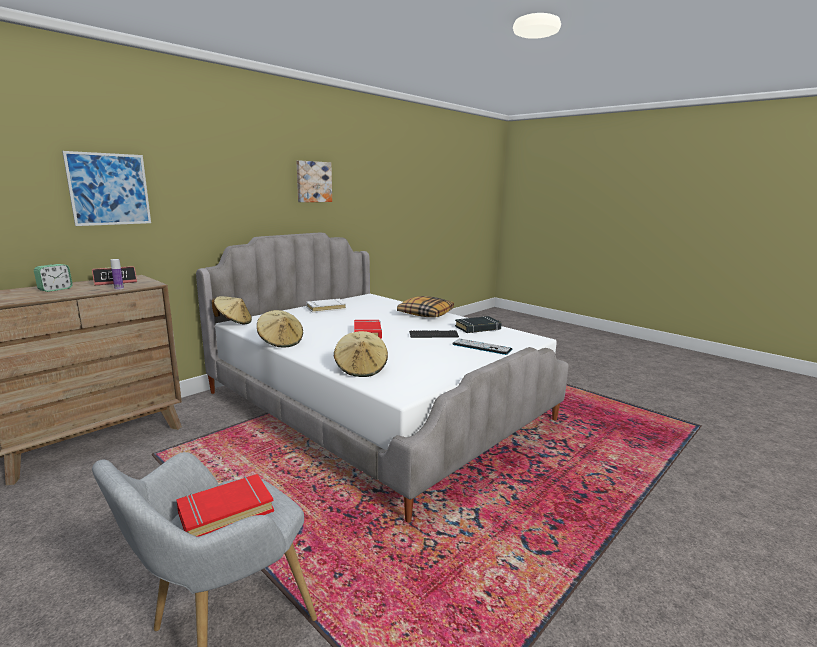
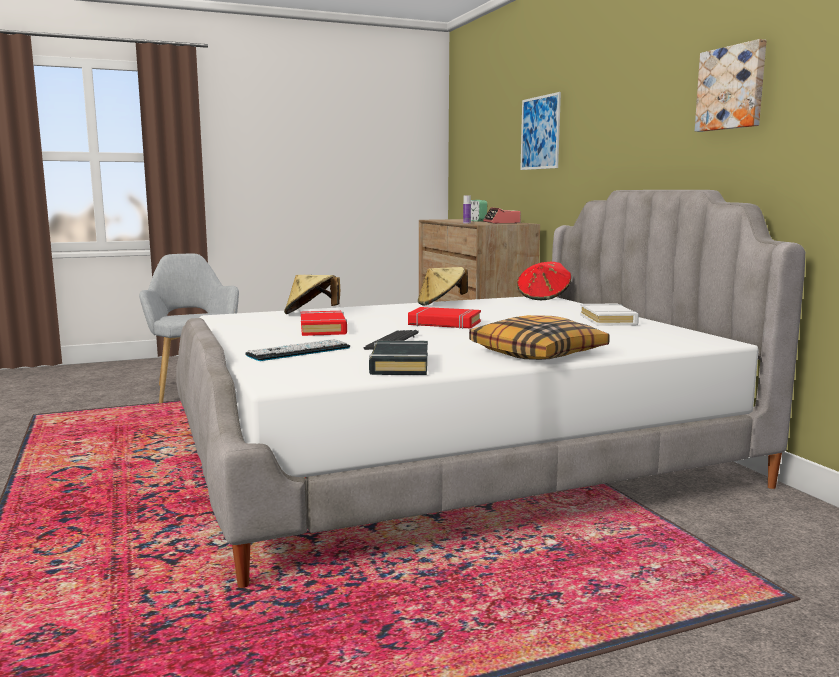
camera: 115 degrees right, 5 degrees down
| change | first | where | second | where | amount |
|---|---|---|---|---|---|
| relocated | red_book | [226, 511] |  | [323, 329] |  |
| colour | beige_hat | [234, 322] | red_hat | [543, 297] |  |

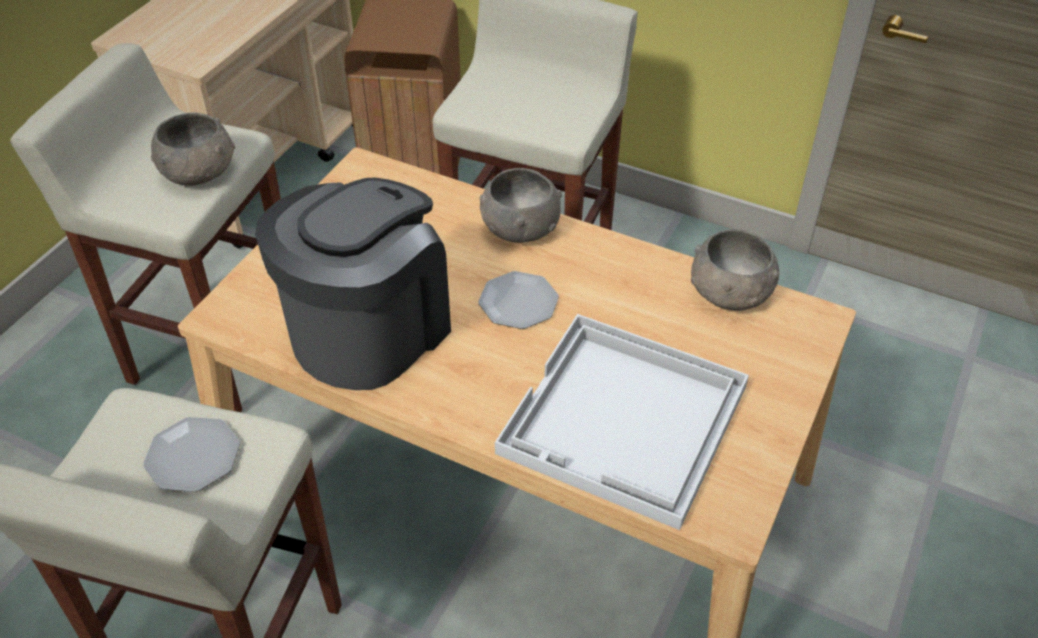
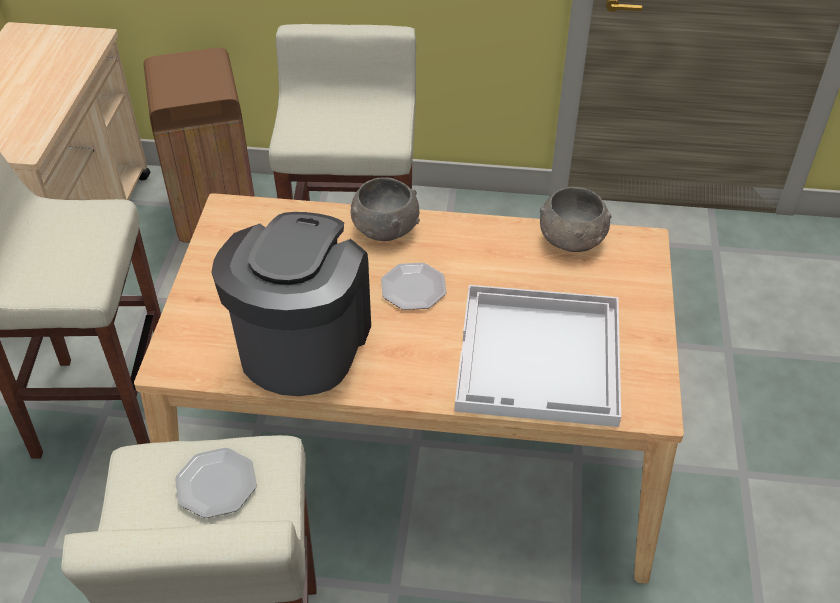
camera: 20 degrees left, 0 degrees up
| change | first | where | second | where | amount |
|---|---|---|---|---|---|
| missing | grey_bowl | [200, 172] |  |  |  |

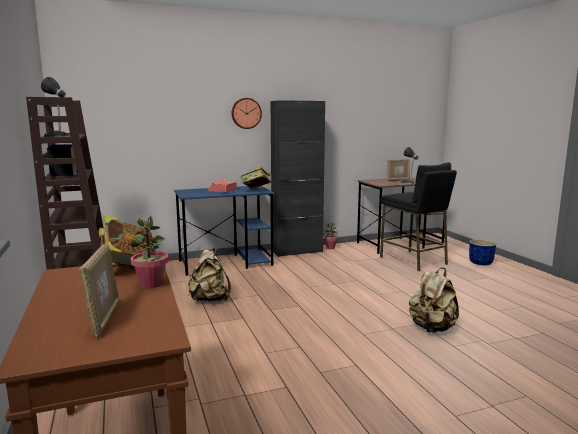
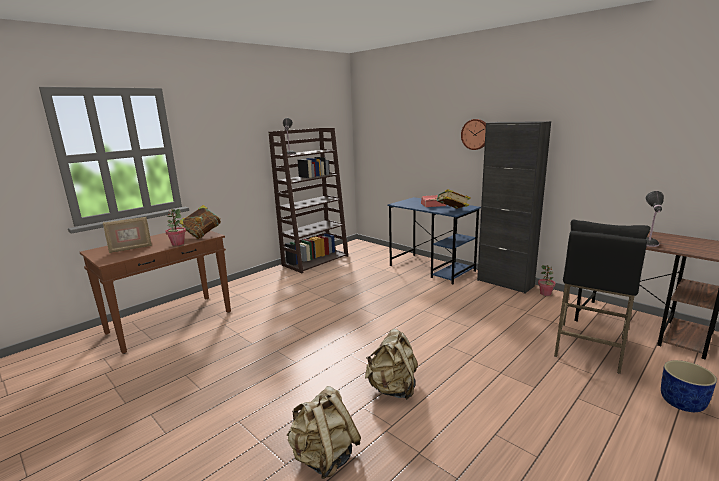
camera: 65 degrees right, 5 degrees up
| change | first | where | second | where | amount |
|---|---|---|---|---|---|
| relocated | beige_backpack | [209, 300] |  | [324, 457] |  |
| missing | picture_frame | [397, 180] |  |  |  |

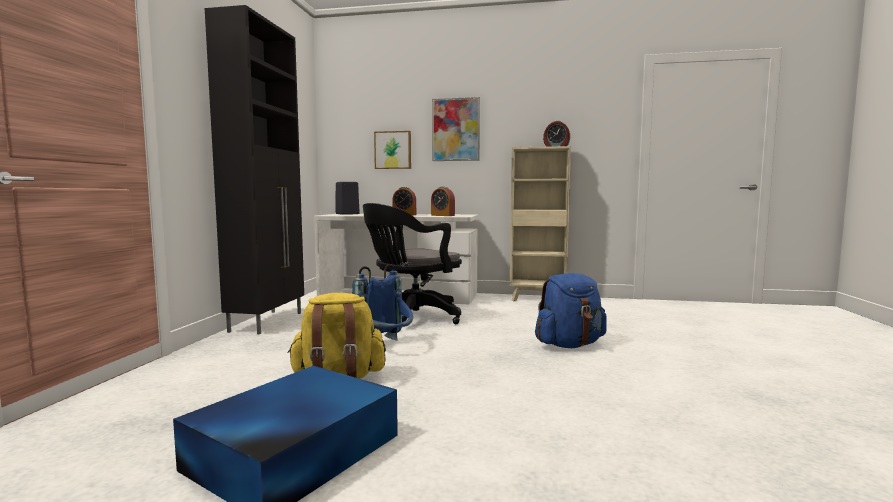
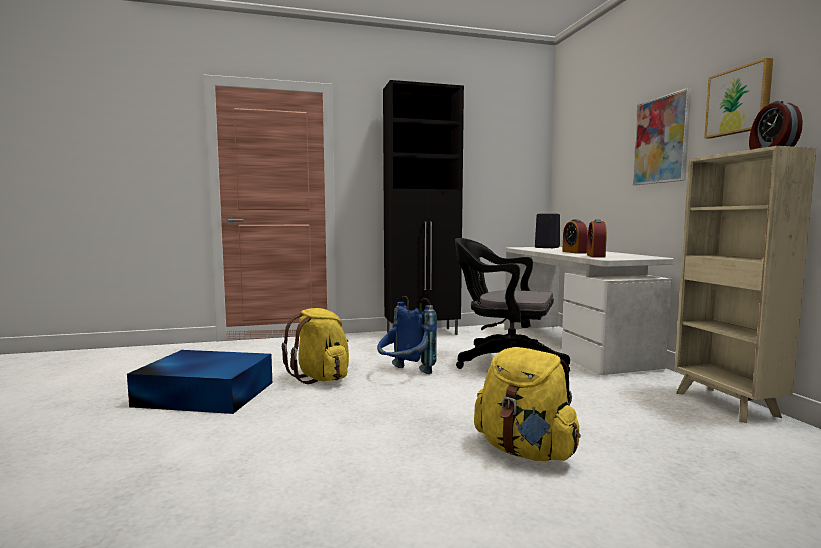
camera: 65 degrees right, 0 degrees up
| change | first | where | second | where | amount |
|---|---|---|---|---|---|
| relocated | picture | [393, 150] |  | [739, 101] |  |
| colour | blue_backpack | [569, 345] | yellow_backpack | [525, 451] |  |

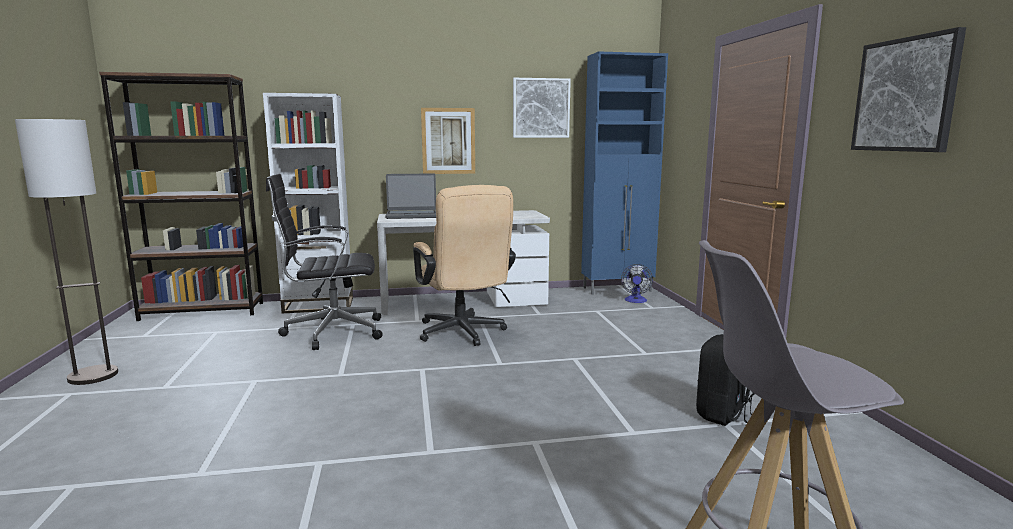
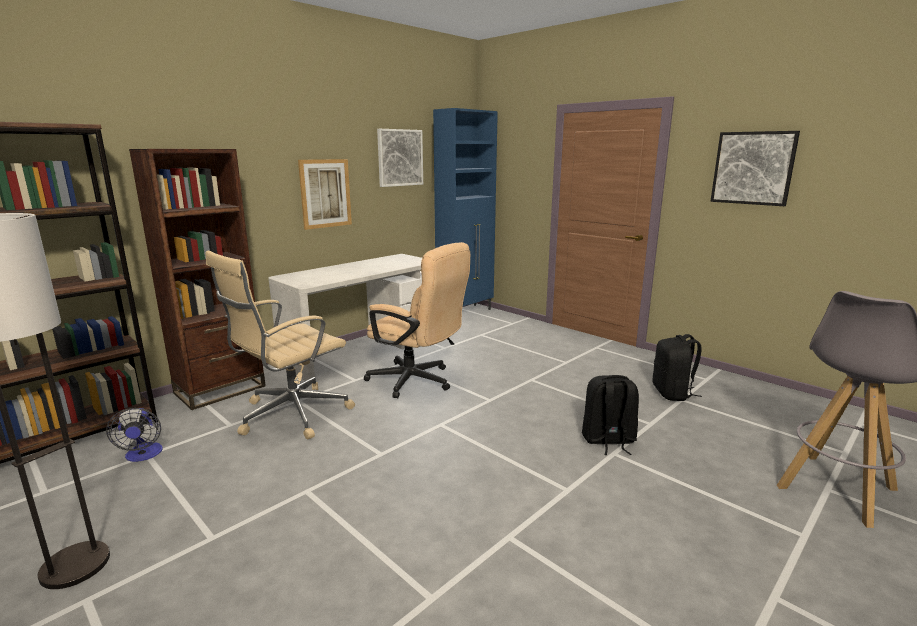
camera: 35 degrees left, 5 degrees up
| change | first | where | second | where | amount |
|---|---|---|---|---|---|
| colour | white_bookcase | [319, 305] | brown_bookcase | [220, 390] |  |
| colour | black_office_chair | [331, 332] | beige_office_chair | [290, 415] |  |
| missing | laptop | [411, 215] |  |  |  |
| relocated | fan | [635, 301] |  | [143, 455] |  |
| appeared |  |  | black_backpack | [608, 441] |  |

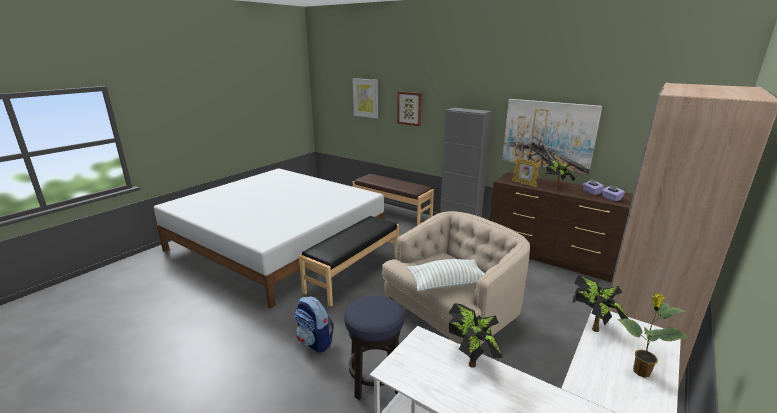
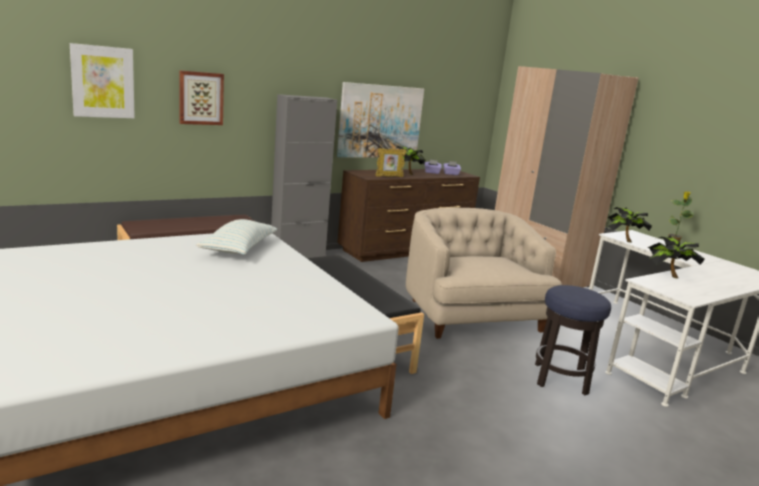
camera: 70 degrees left, 5 degrees down
| change | first | where | second | where | amount |
|---|---|---|---|---|---|
| missing | backpack | [315, 342] |  |  |  |
| relocated | pillow | [447, 283] |  | [239, 249] |  |

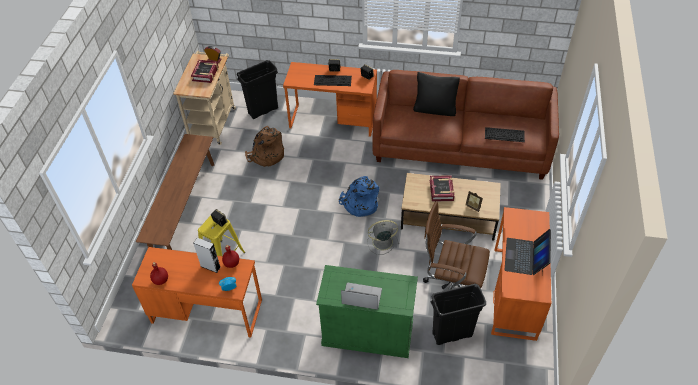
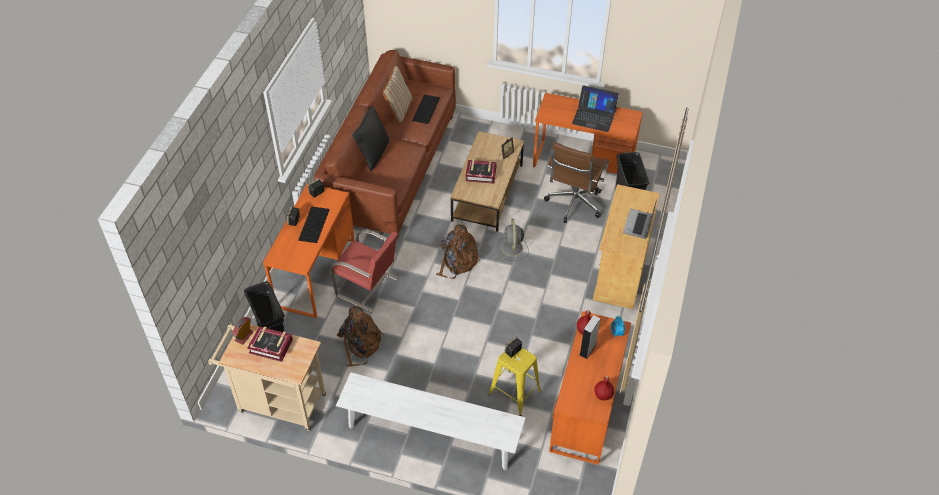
camera: 85 degrees left, 0 degrees up
| change | first | where | second | where | amount |
|---|---|---|---|---|---|
| colour | brown_bench | [184, 208] | white_bench | [431, 435] |  |
| colour | green_cabinet | [367, 333] | beige_cabinet | [620, 272] |  |
| colour | blue_backpack | [359, 204] | brown_backpack | [457, 261] |  |
| appeared |  |  | red_chair | [368, 287] |  |
| appeared |  |  | beige_pillow | [398, 109] |  |

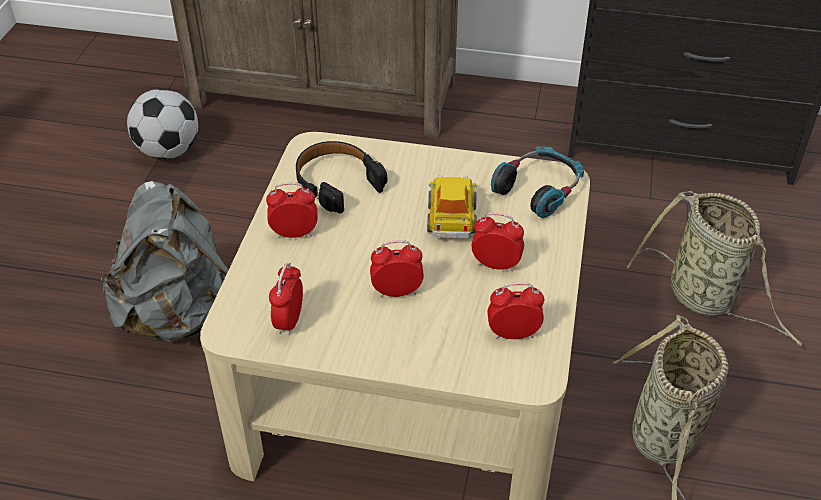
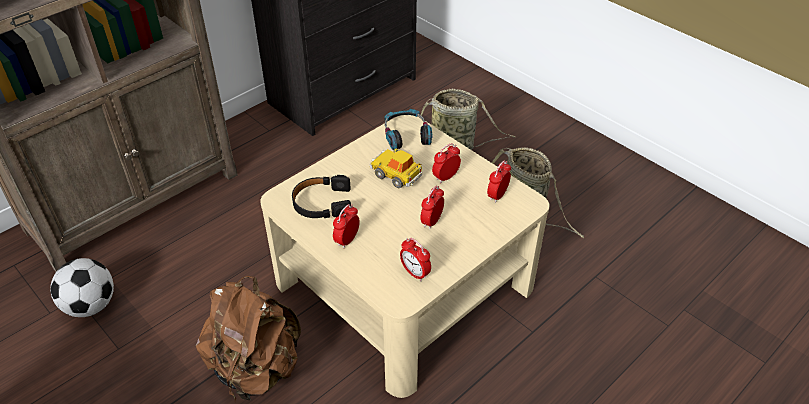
camera: 55 degrees left, 0 degrees up
| change | first | where | second | where | amount |
|---|---|---|---|---|---|
| colour | grey_backpack | [180, 316] | brown_backpack | [256, 369] |  |

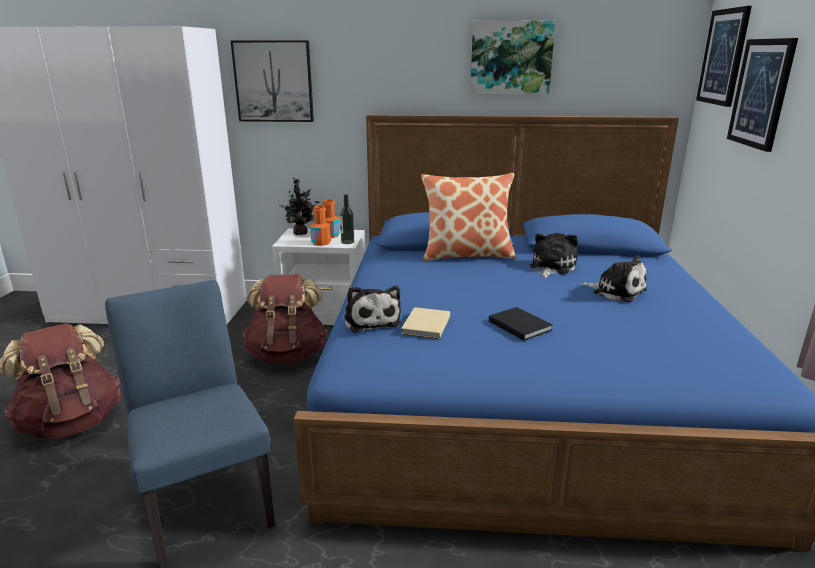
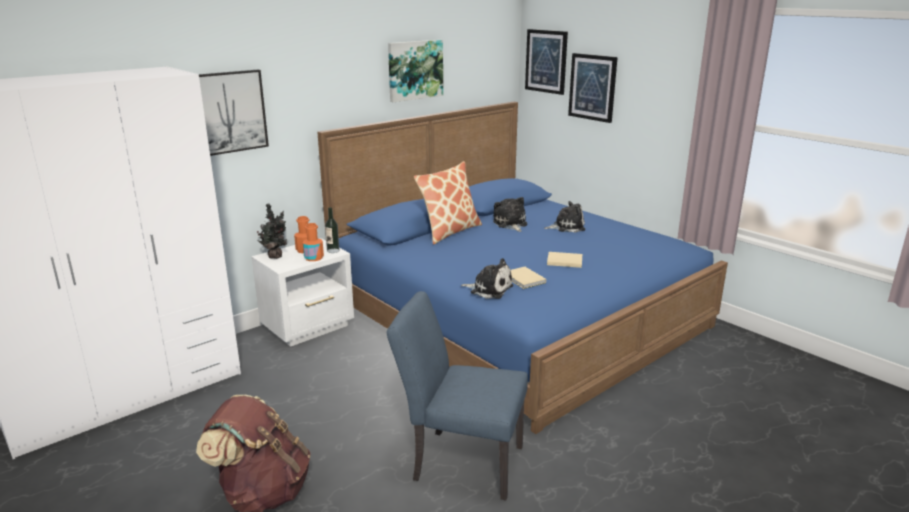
camera: 45 degrees left, 0 degrees up
| change | first | where | second | where | amount |
|---|---|---|---|---|---|
| missing | brown_backpack | [287, 355] |  |  |  |
| colour | black_book | [519, 325] | beige_book | [563, 261] |  |

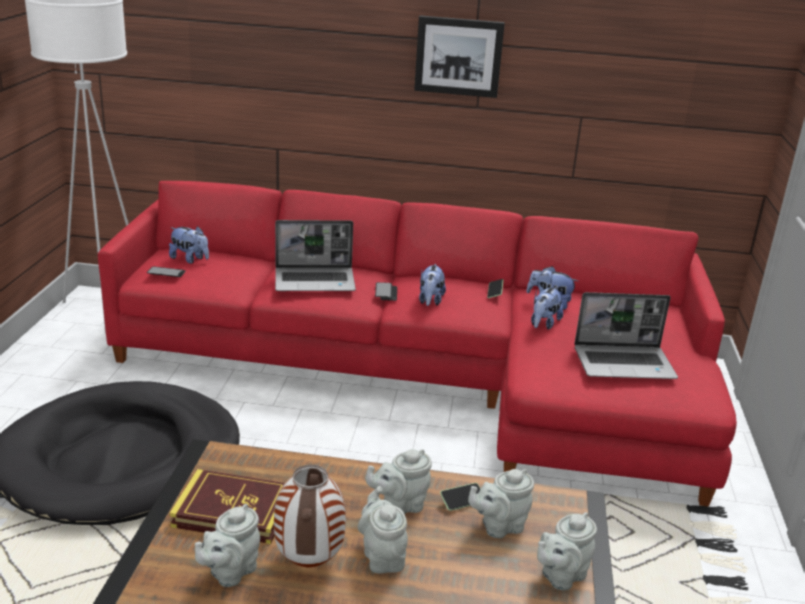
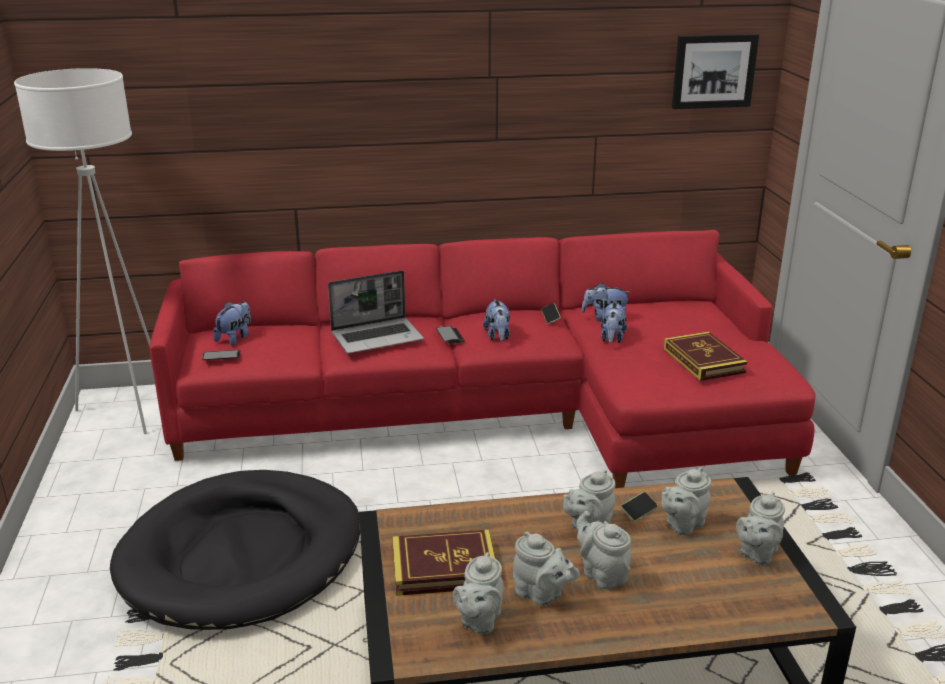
camera: 15 degrees left, 0 degrees up
| change | first | where | second | where | amount |
|---|---|---|---|---|---|
| spun | plush_toy | [190, 259] |  | [235, 338] | 75 degrees counterclockwise |
| exchanged | vase | [308, 562] | grey_teapot | [541, 594] |  |
| relocated | picture | [458, 56] |  | [713, 71] |  |
| exchanged | laptop | [625, 363] | book | [703, 360] |  |

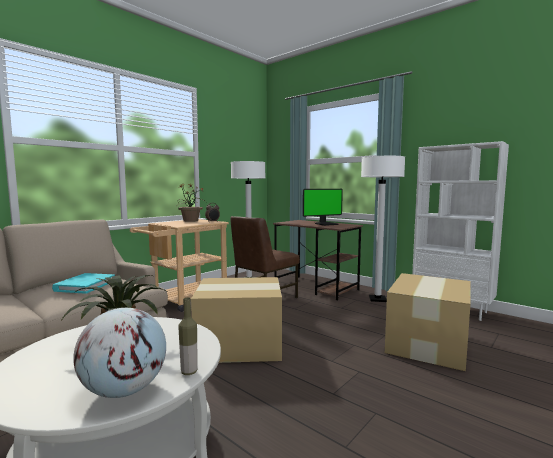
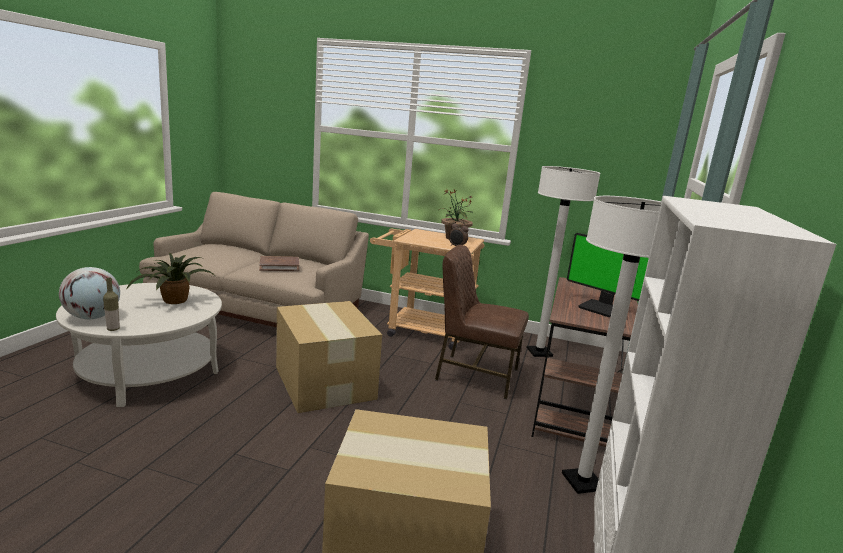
camera: 65 degrees right, 10 degrees up
| change | first | where | second | where | amount |
|---|---|---|---|---|---|
| colour | turquoise_book | [85, 286] | brown_book | [279, 266] |  |

